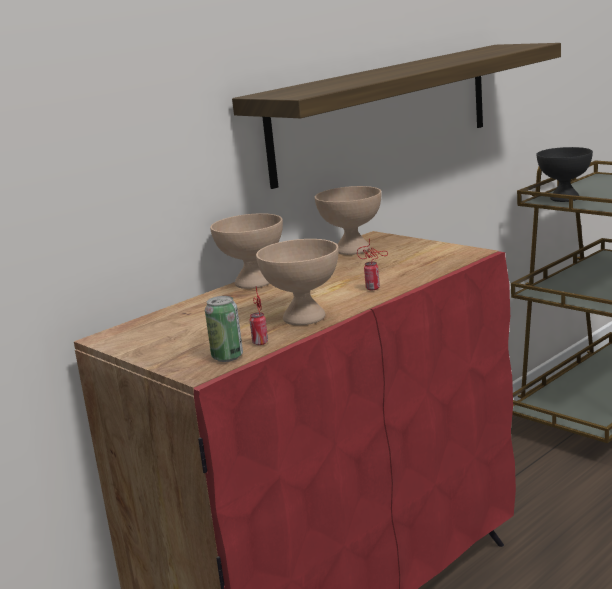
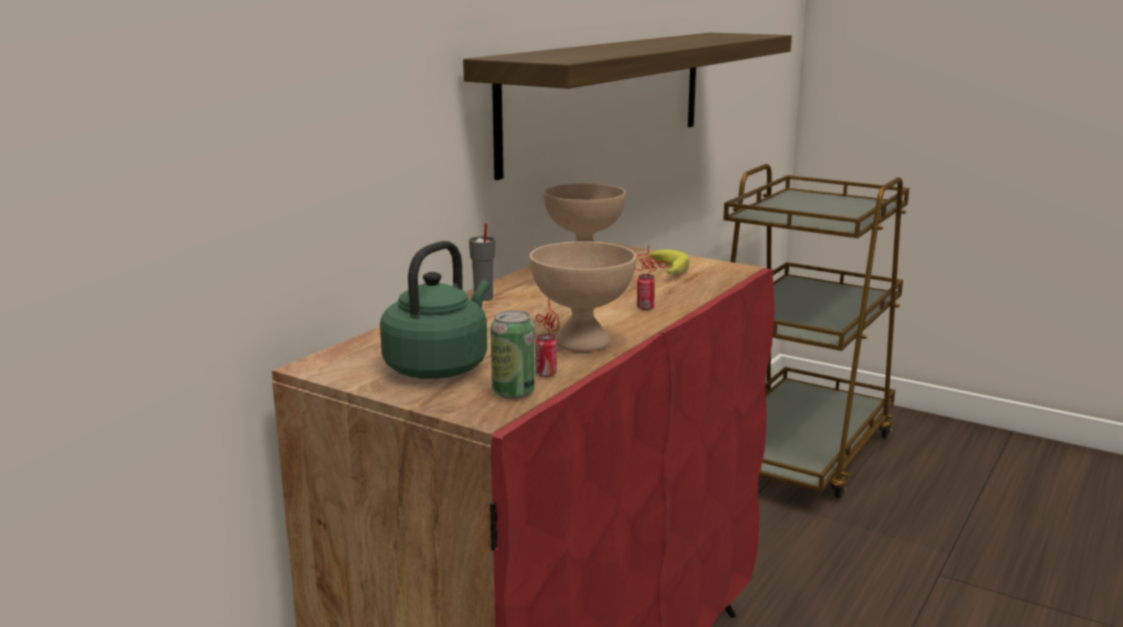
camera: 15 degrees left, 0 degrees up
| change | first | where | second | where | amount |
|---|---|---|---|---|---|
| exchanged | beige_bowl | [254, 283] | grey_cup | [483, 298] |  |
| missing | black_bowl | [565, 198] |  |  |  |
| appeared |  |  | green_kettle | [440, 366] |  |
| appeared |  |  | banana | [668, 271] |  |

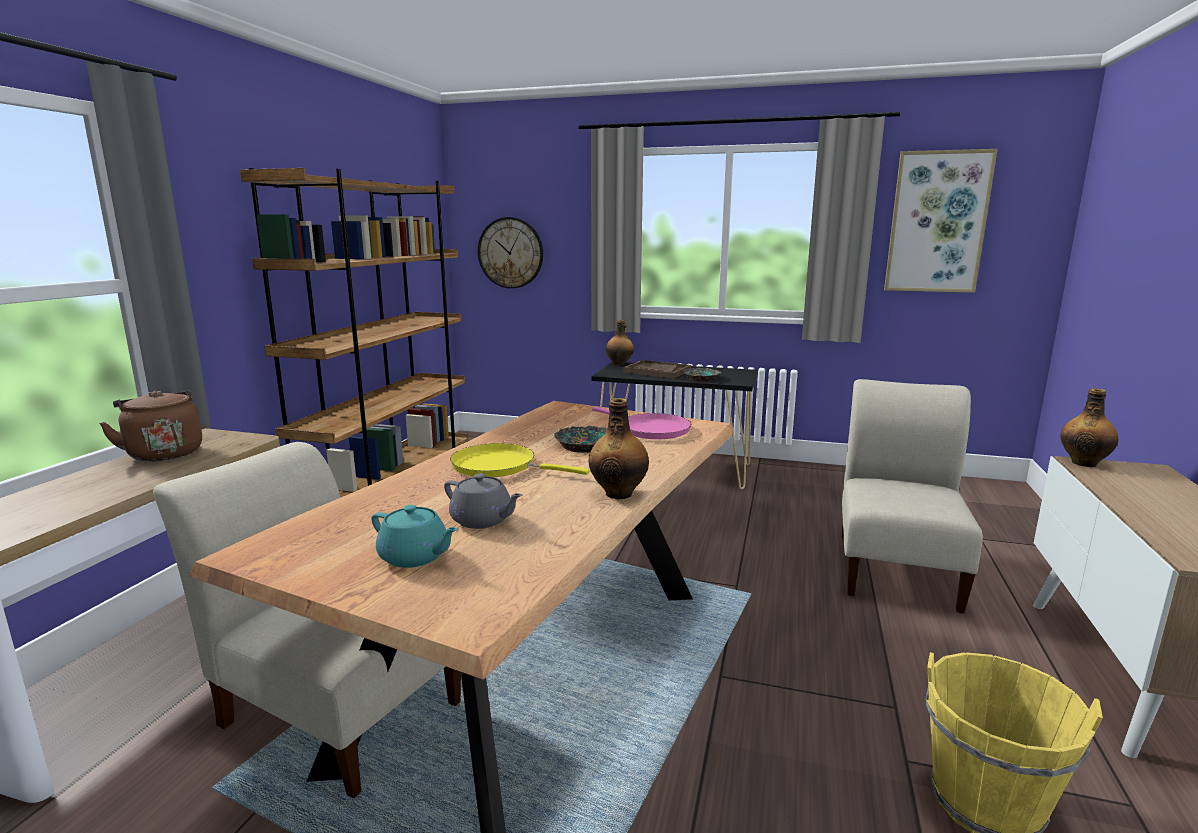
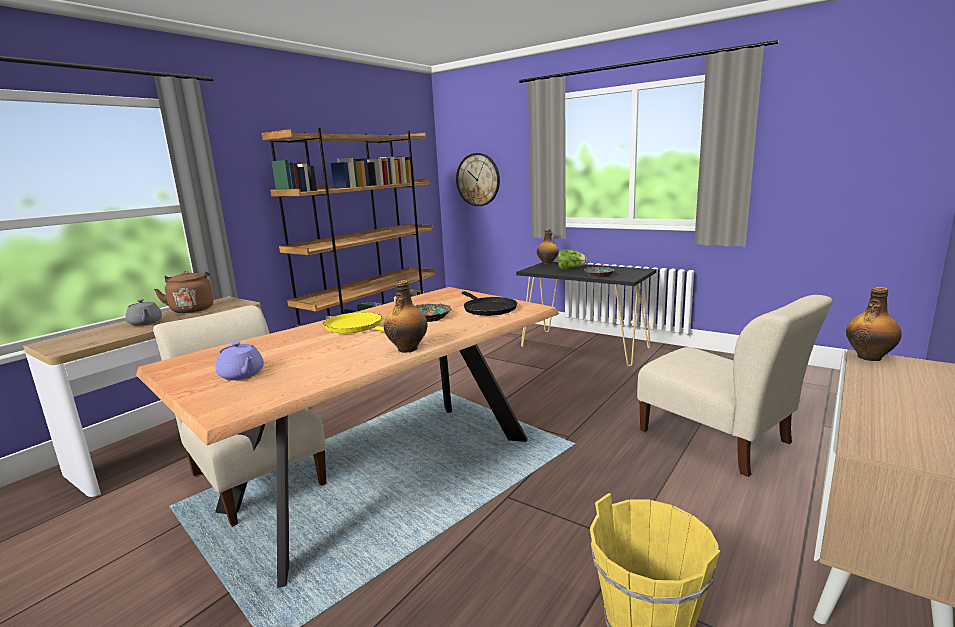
camera: 20 degrees right, 0 degrees up
| change | first | where | second | where | amount |
|---|---|---|---|---|---|
| colour | turquoise_teapot | [415, 557] | purple_teapot | [242, 375] |  |
| relocated | grey_teapot | [483, 520] |  | [145, 323] |  |
| colour | pink_frying_pan | [650, 429] | black_frying_pan | [488, 309] |  |
| exchanged | brown_tray | [657, 371] | lettuce | [570, 269] |  |
| spun | beige_chair | [897, 567] |  | [719, 439] | 105 degrees clockwise |
| missing | picture | [937, 222] |  |  |  |

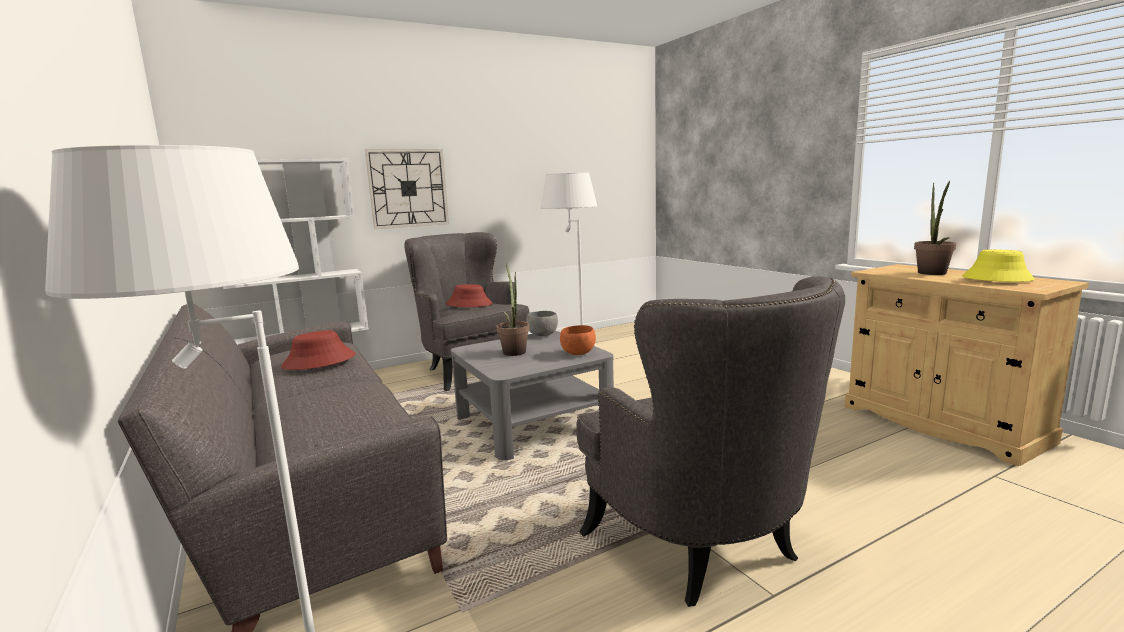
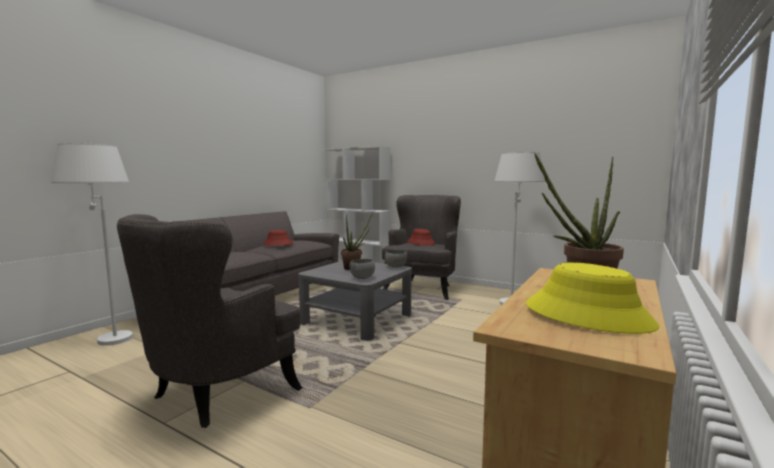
camera: 60 degrees right, 5 degrees down
| change | first | where | second | where | amount |
|---|---|---|---|---|---|
| missing | wall_clock | [408, 188] |  |  |  |
| colour | orange_bowl | [578, 354] | grey_bowl | [362, 278] |  |

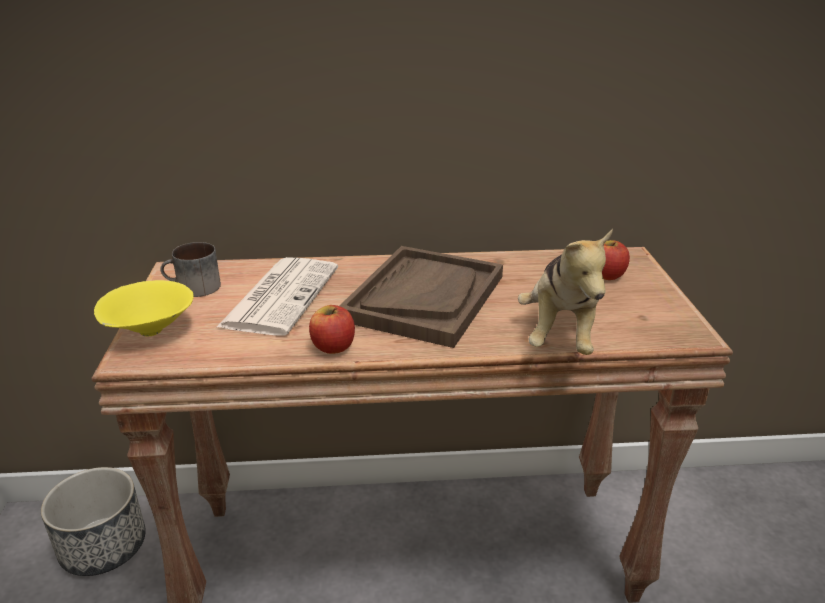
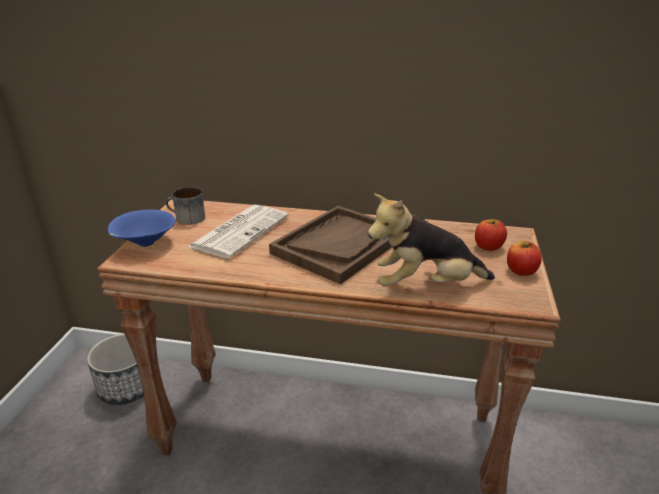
camera: 15 degrees right, 0 degrees up
| change | first | where | second | where | amount |
|---|---|---|---|---|---|
| colour | yellow_bowl | [149, 332] | blue_bowl | [144, 244] |  |
| relocated | apple | [333, 346] |  | [521, 271] |  |
| spun | plush_toy | [560, 334] |  | [425, 285] | 60 degrees clockwise |

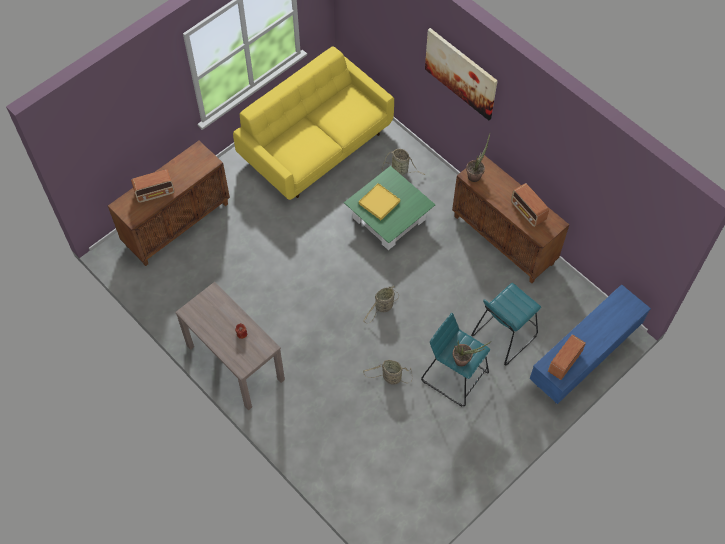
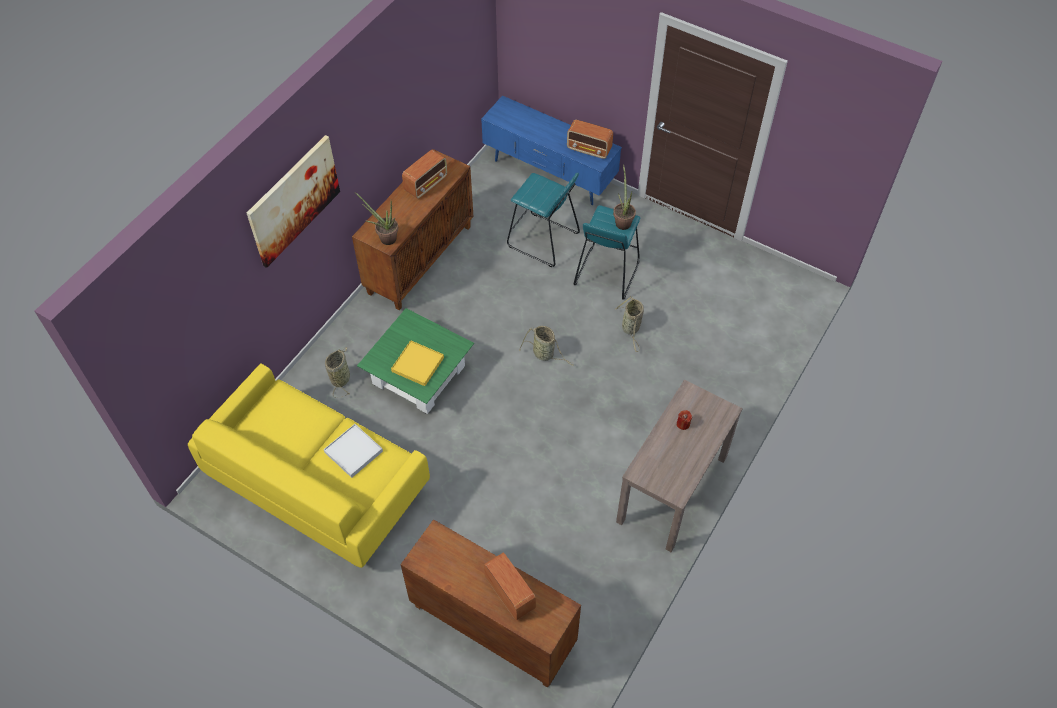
camera: 105 degrees left, 5 degrees down
| change | first | where | second | where | amount |
|---|---|---|---|---|---|
| appeared |  |  | white_tray | [353, 452] |  |

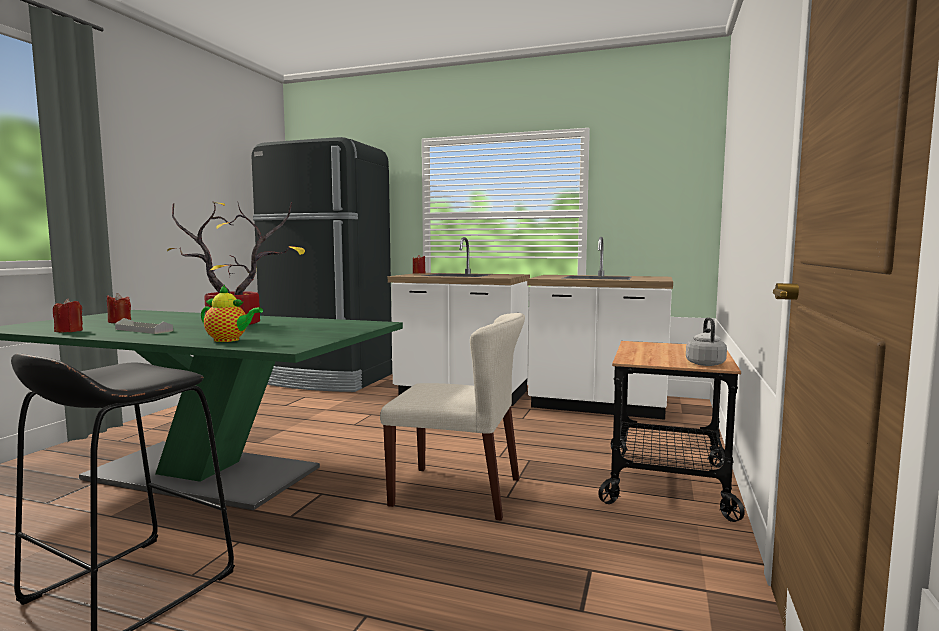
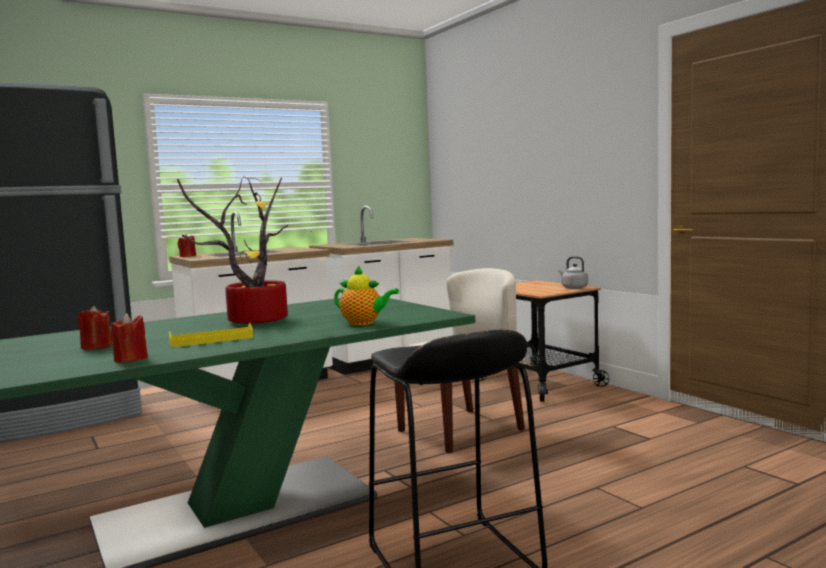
camera: 50 degrees left, 0 degrees up
| change | first | where | second | where | amount |
|---|---|---|---|---|---|
| colour | grey_tray | [144, 330] | yellow_tray | [211, 340] |  |
| spun | teapot | [229, 340] |  | [364, 323] | 60 degrees clockwise |

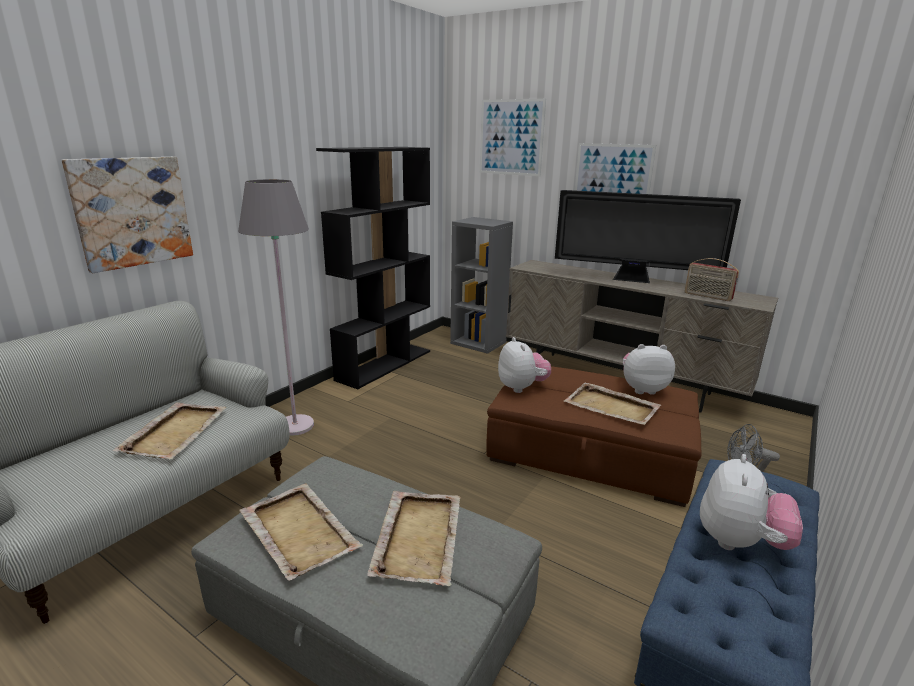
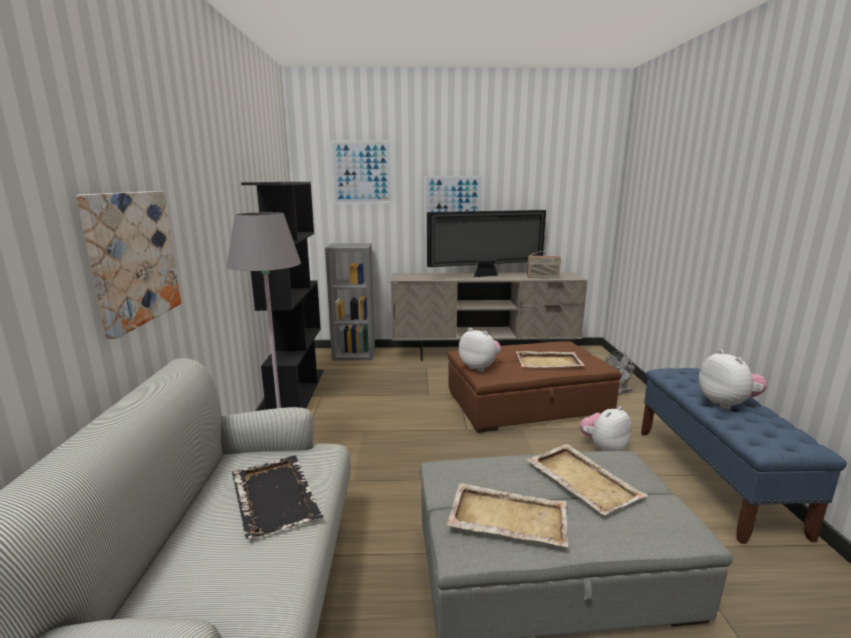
camera: 35 degrees left, 5 degrees down
| change | first | where | second | where | amount |
|---|---|---|---|---|---|
| colour | beige_tray | [176, 432] | black_tray | [275, 496] |  |
| relocated | plush_toy | [642, 389] |  | [603, 448] |  |

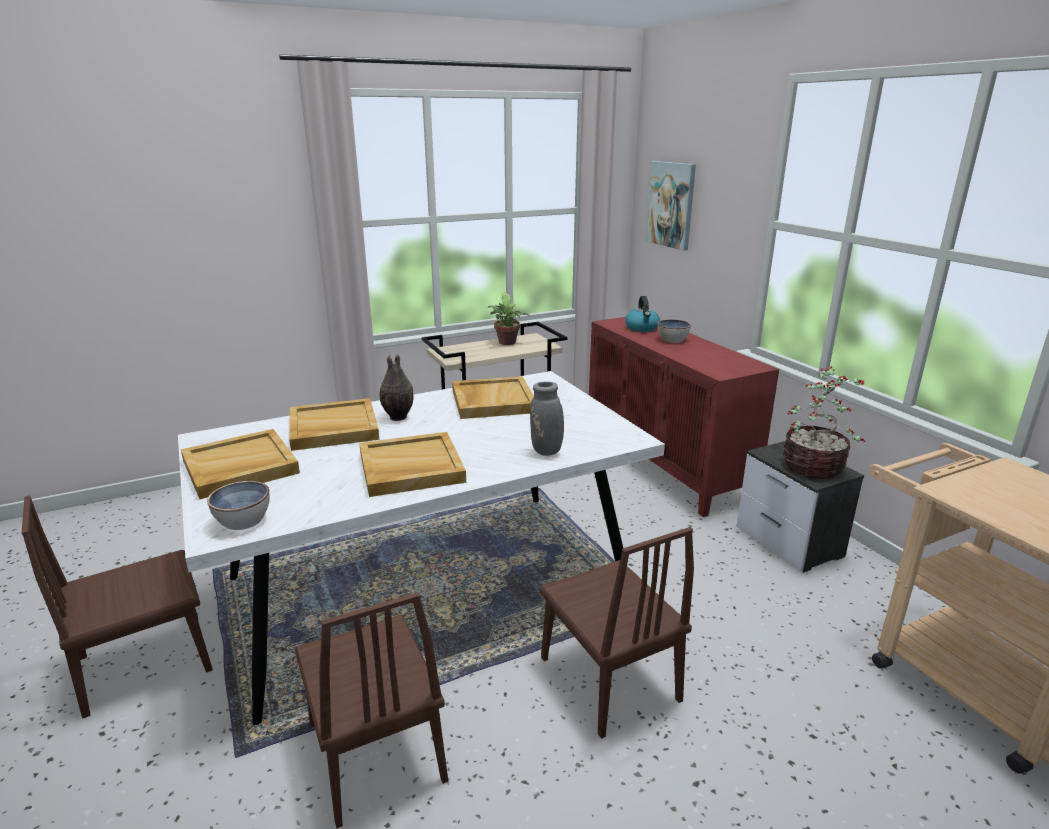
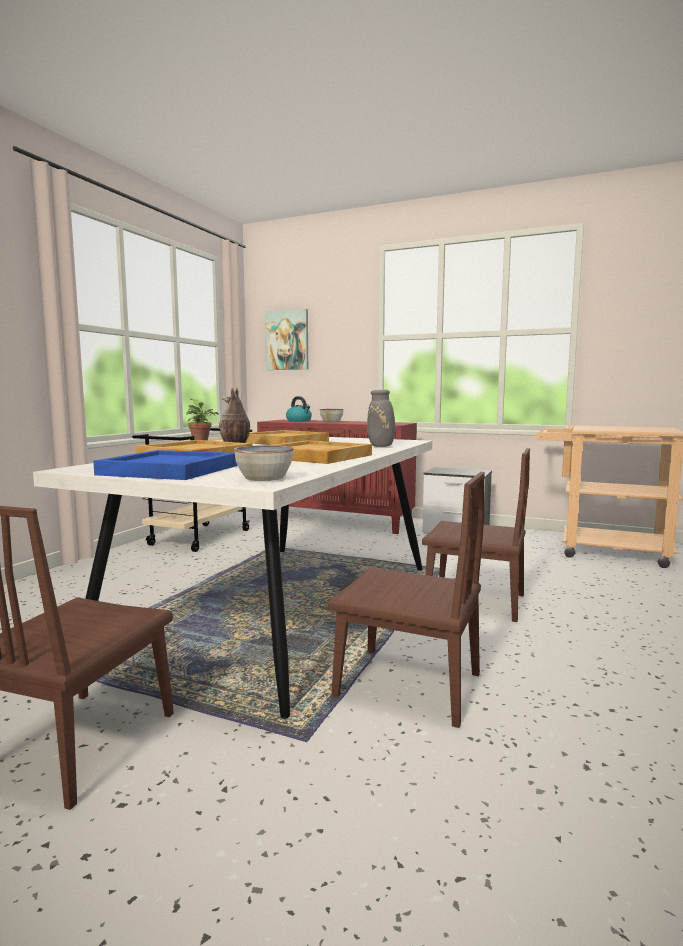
camera: 40 degrees left, 15 degrees down
| change | first | where | second | where | amount |
|---|---|---|---|---|---|
| colour | beige_tray | [239, 467] | blue_tray | [170, 470] |  |
| missing | potted_plant | [814, 467] |  |  |  |

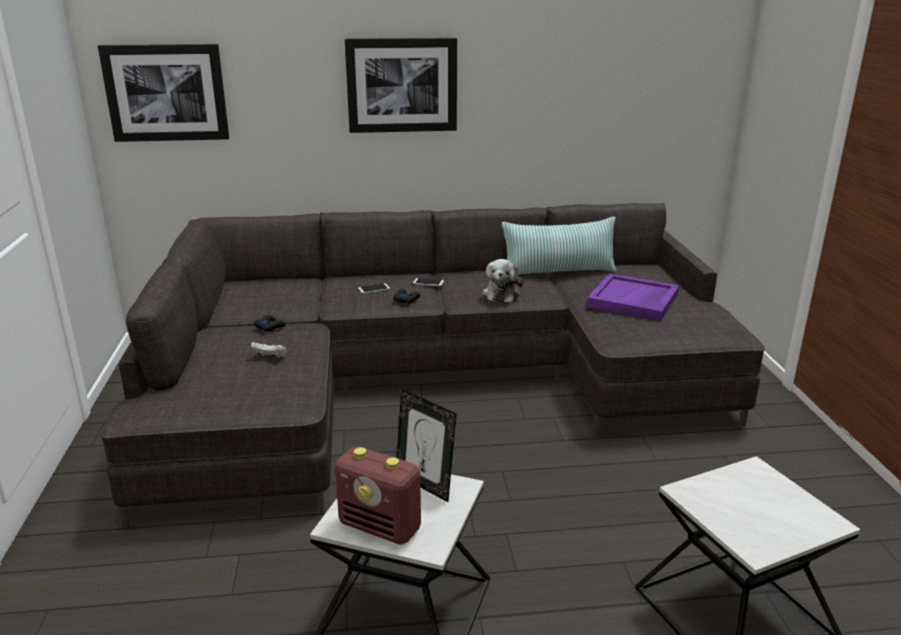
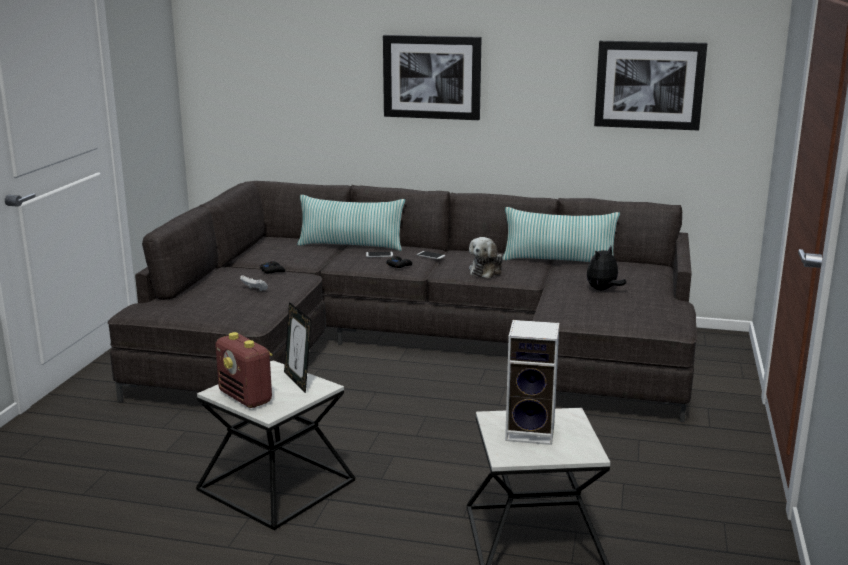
camera: 20 degrees right, 5 degrees down
| change | first | where | second | where | amount |
|---|---|---|---|---|---|
| relocated | picture | [166, 93] |  | [649, 85] |  |
| exchanged | purple_tray | [633, 301] | plush_toy | [603, 290] |  |
| appeared |  |  | pillow | [351, 246] |  |
| appeared |  |  | speaker | [532, 432] |  |

